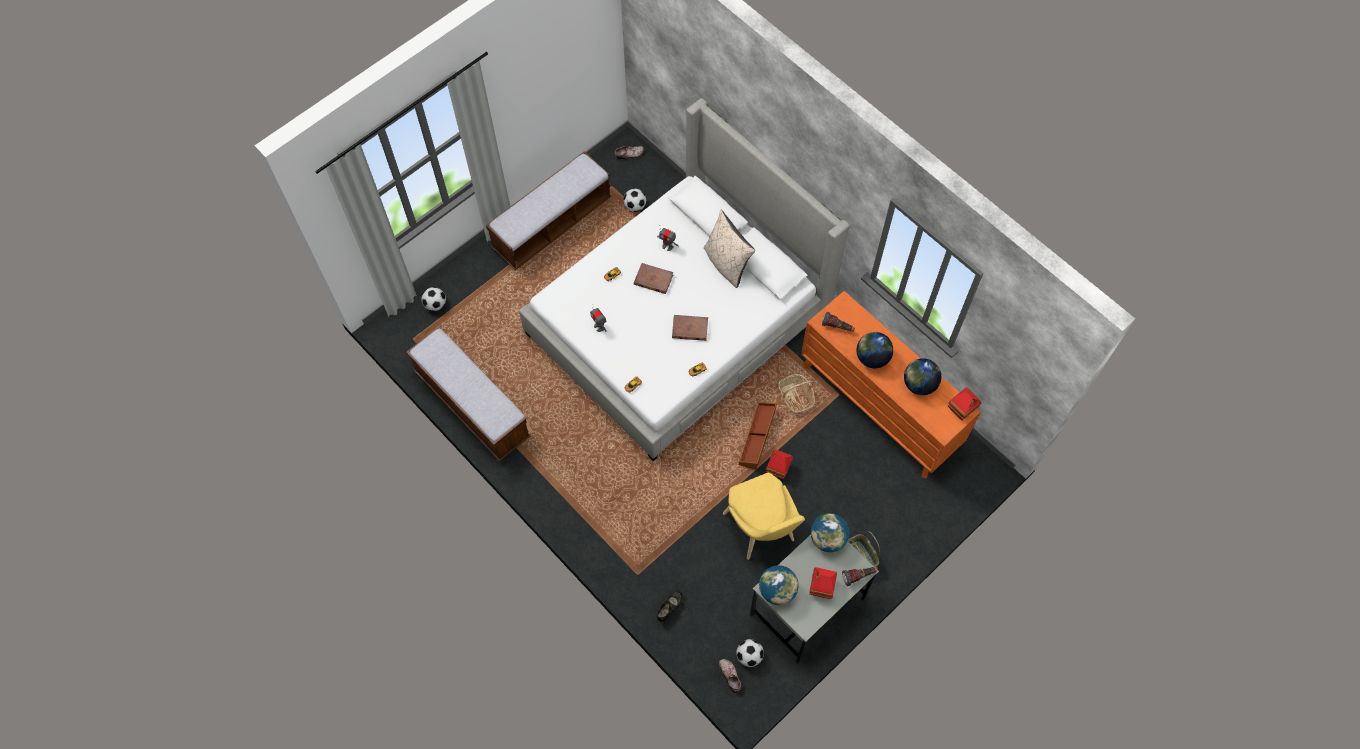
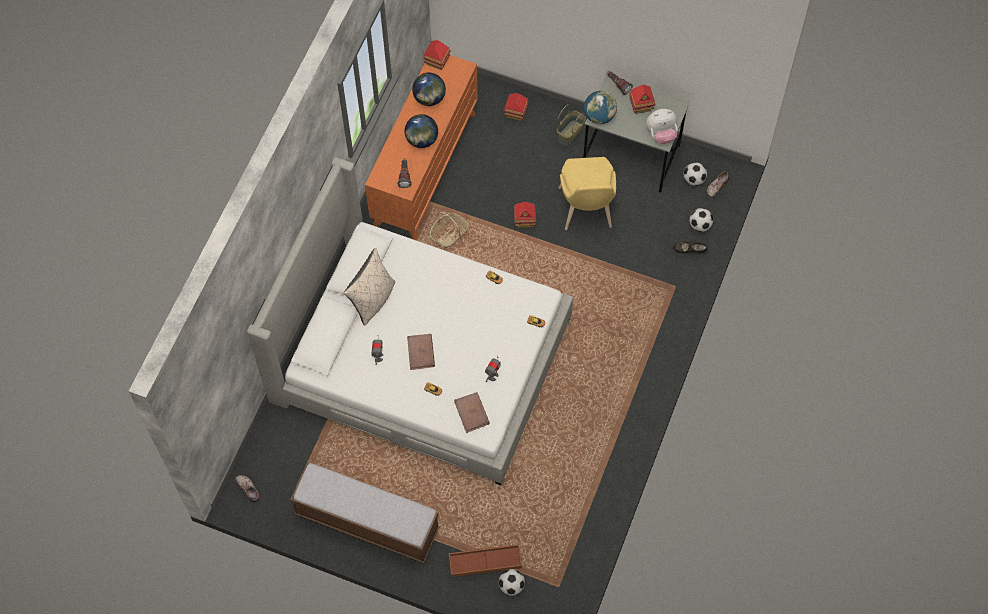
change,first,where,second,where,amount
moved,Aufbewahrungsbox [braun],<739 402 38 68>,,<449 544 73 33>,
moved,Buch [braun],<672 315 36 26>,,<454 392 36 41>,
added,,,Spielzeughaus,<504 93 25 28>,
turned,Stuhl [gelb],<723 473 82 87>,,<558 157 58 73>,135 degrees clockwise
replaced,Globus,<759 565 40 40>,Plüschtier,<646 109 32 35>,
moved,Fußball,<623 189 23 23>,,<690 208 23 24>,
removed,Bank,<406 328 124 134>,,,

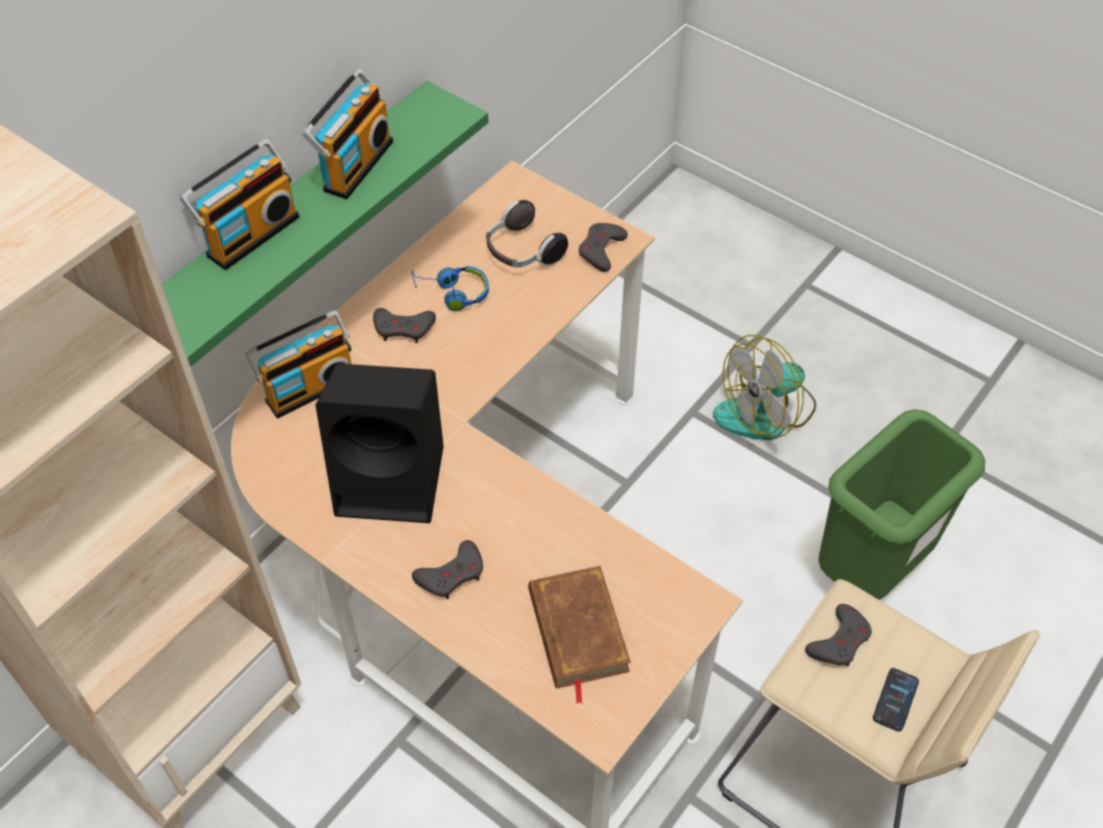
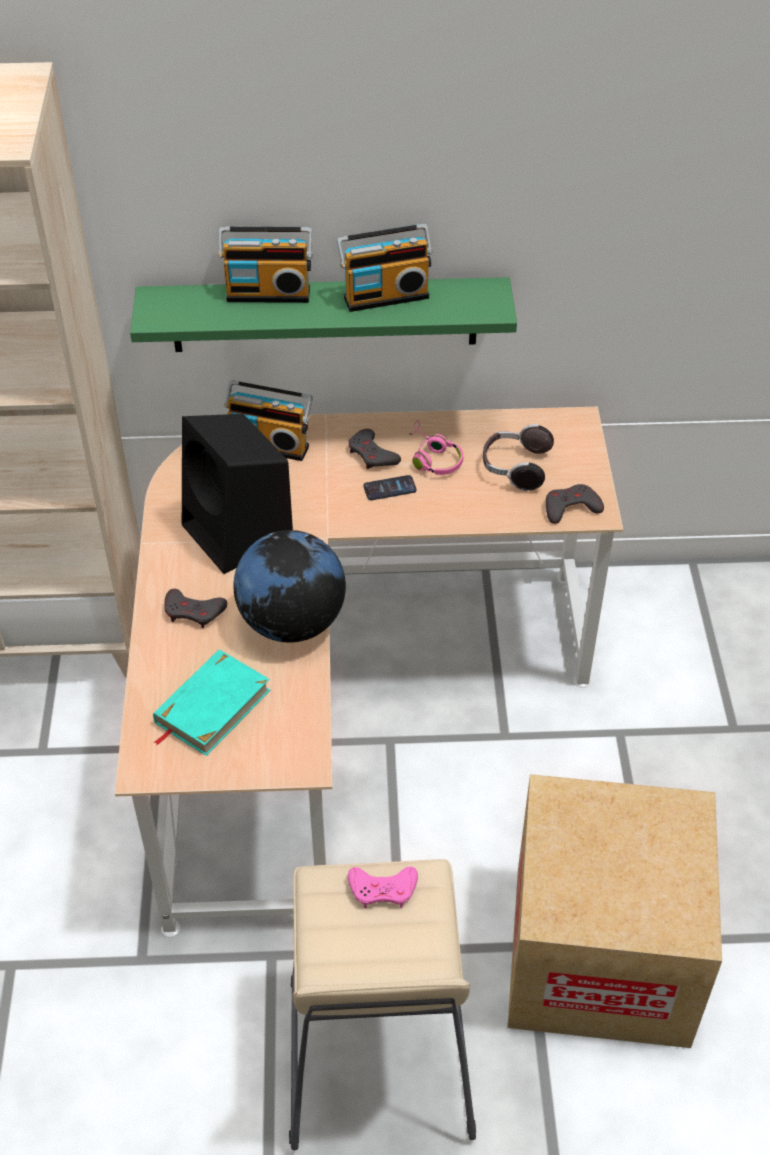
change,first,where,second,where,amount
recoloured,Buch [braun],<528 566 103 137>,Buch [türkis],<153 649 117 107>,
added,,,Globus,<233 530 113 112>,
recoloured,Gamepad [grau],<805 604 67 62>,Gamepad [rosa],<348 867 70 41>,
moved,Handy,<873 668 46 64>,,<363 475 53 25>,
recoloured,Kopfhörer [blau],<412 266 77 45>,Kopfhörer [rosa],<409 420 54 55>,
replaced,Mülleimer [grün],<818 409 167 191>,Karton,<508 774 214 274>,
removed,Ventilator,<713 335 103 105>,,,

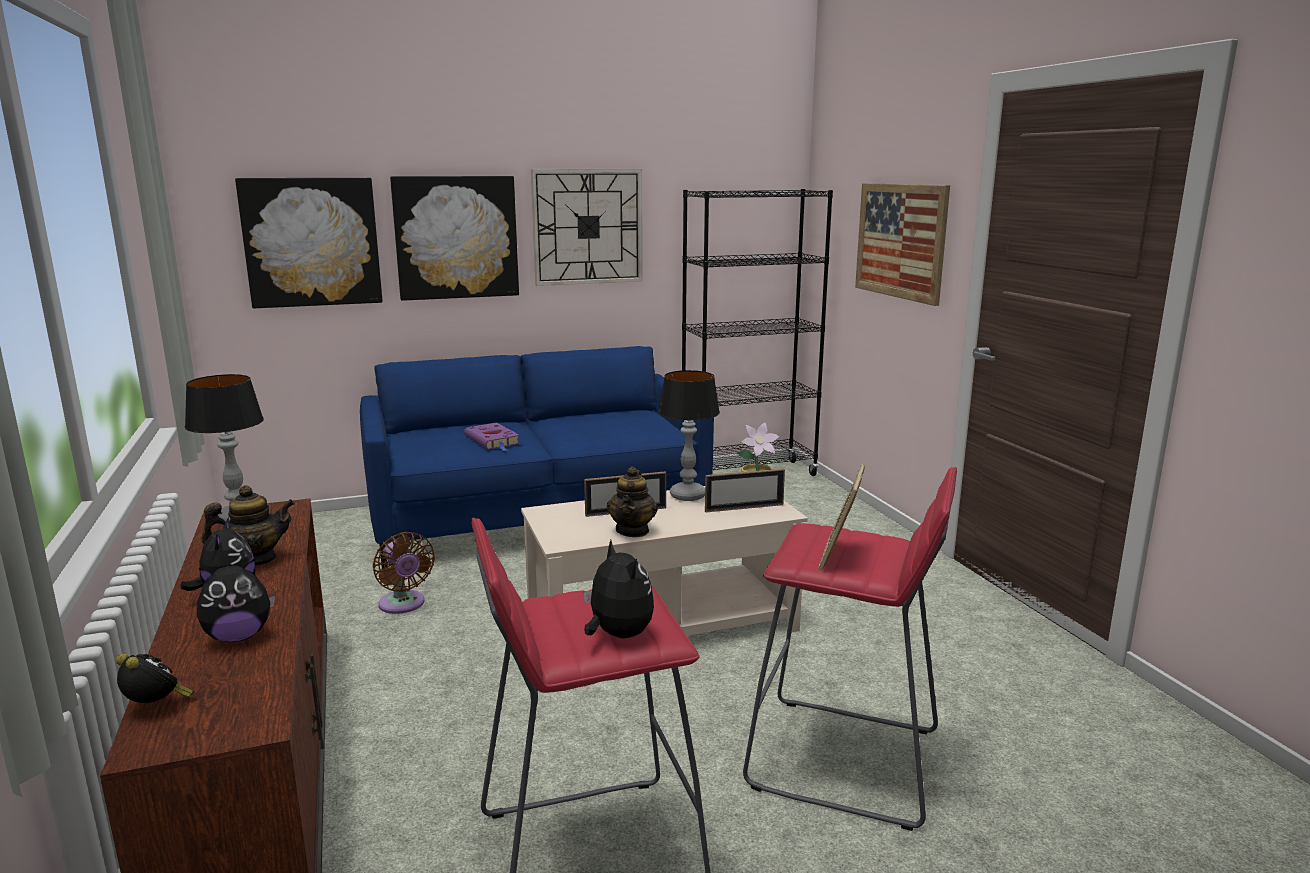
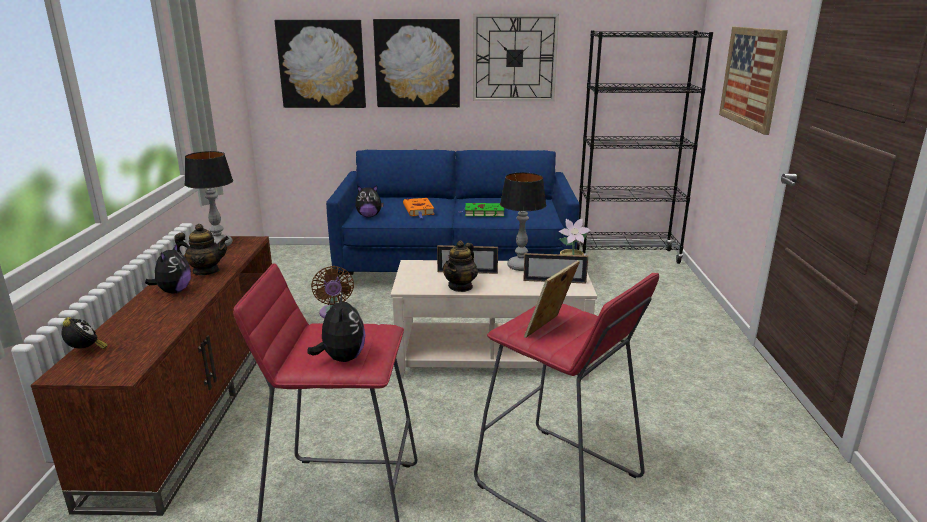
change,first,where,second,where,amount
moved,Plüschtier,<197 559 78 83>,,<355 185 29 32>,
recoloured,Buch [lila],<464 423 56 28>,Buch [orange],<403 198 32 20>,
added,,,Buch [grün],<458 203 46 14>,

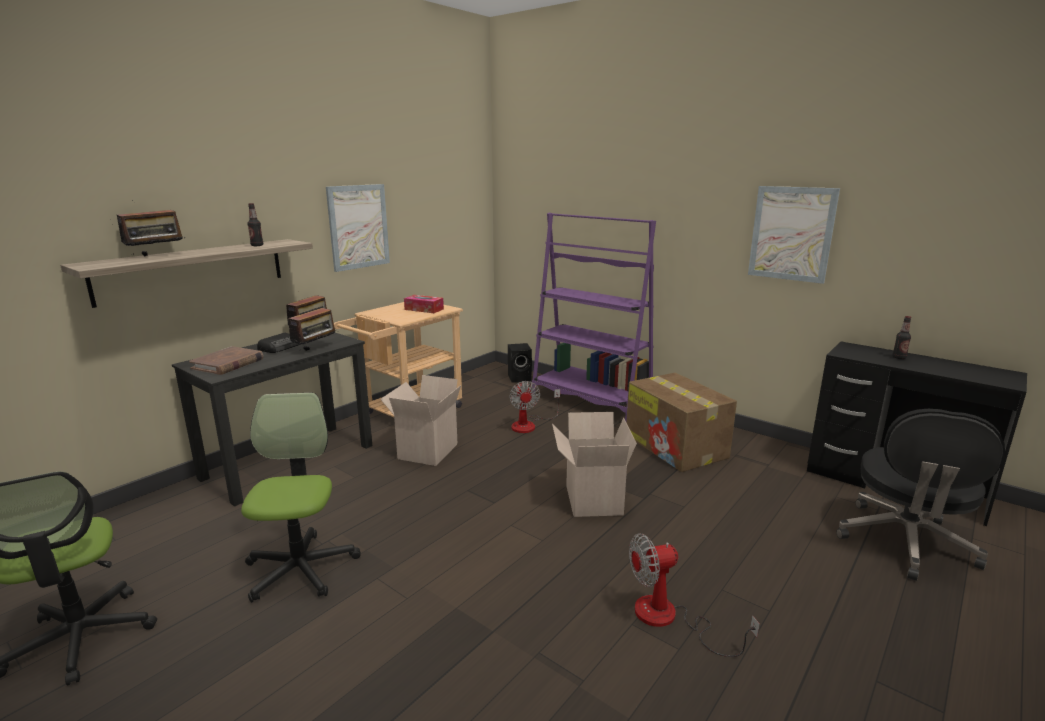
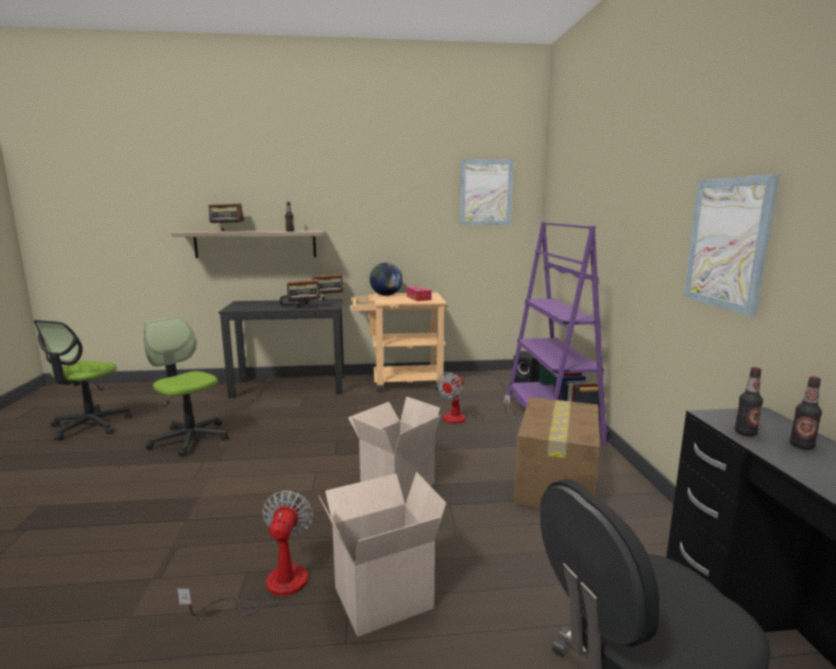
change,first,where,second,where,amount
turned,Bürostuhl,<241 393 120 210>,,<144 316 84 141>,90 degrees counterclockwise
turned,Ventilator,<629 533 131 124>,,<177 491 136 125>,60 degrees clockwise
moved,Karton,<380 375 81 91>,,<319 472 128 165>,
added,,,Globus,<370 263 33 33>,
moved,Bild,<326 184 64 88>,,<460 159 53 66>,
added,,,Flasche,<734 367 29 69>,
removed,Buch [braun],<189 346 74 29>,,,

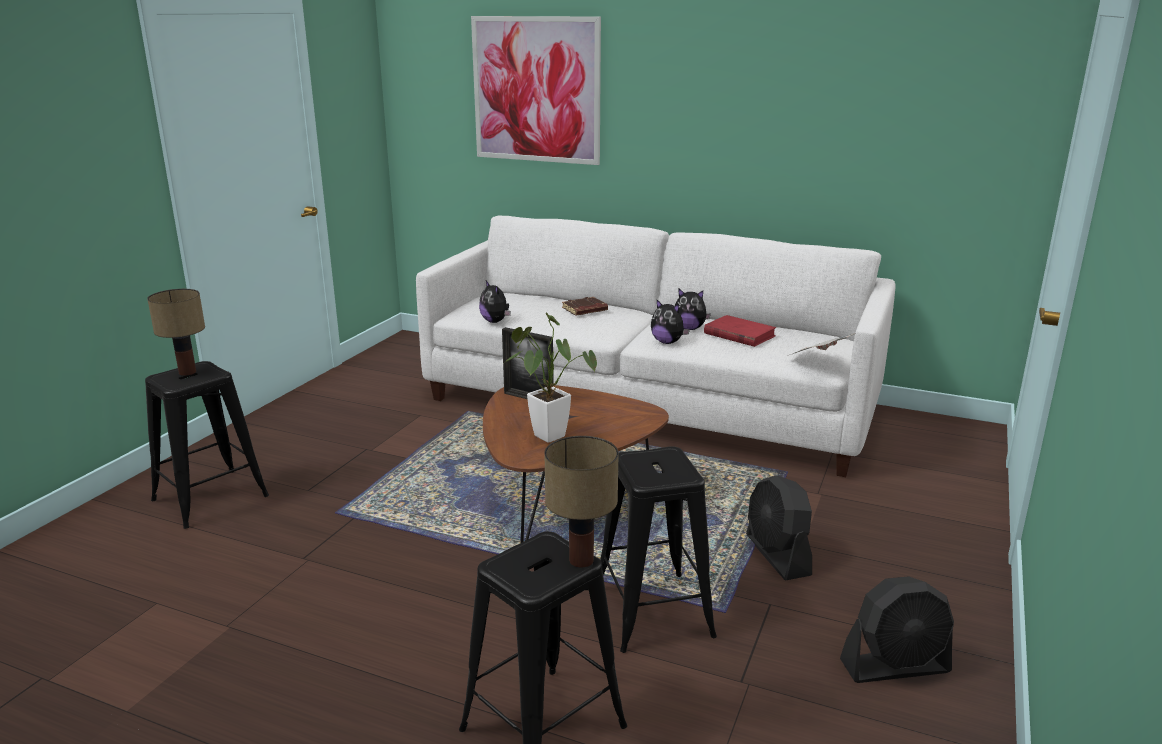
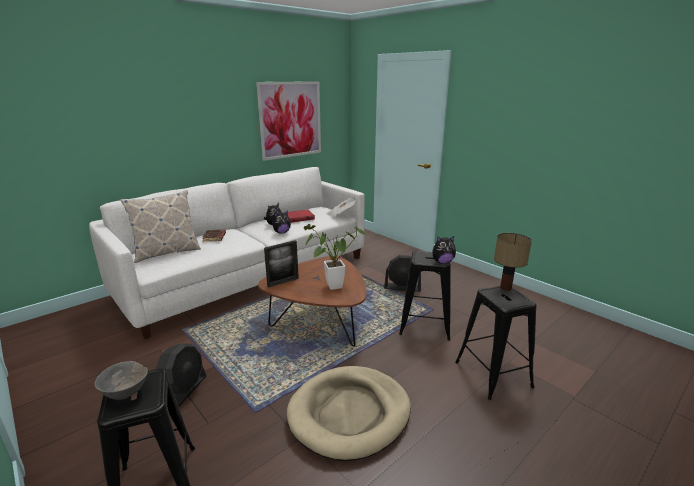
change,first,where,second,where,amount
replaced,Tischlampe,<147 289 58 87>,Schüssel [grau],<95 361 53 39>,
added,,,Kissen,<120 191 81 72>,
moved,Ventilator [schwarz],<840 576 114 107>,,<156 343 50 63>,
moved,Bild,<471 16 130 149>,,<256 81 65 80>,
added,,,Hundebett [beige],<287 366 124 95>,
moved,Plüschtier,<479 281 32 42>,,<432 236 24 28>,

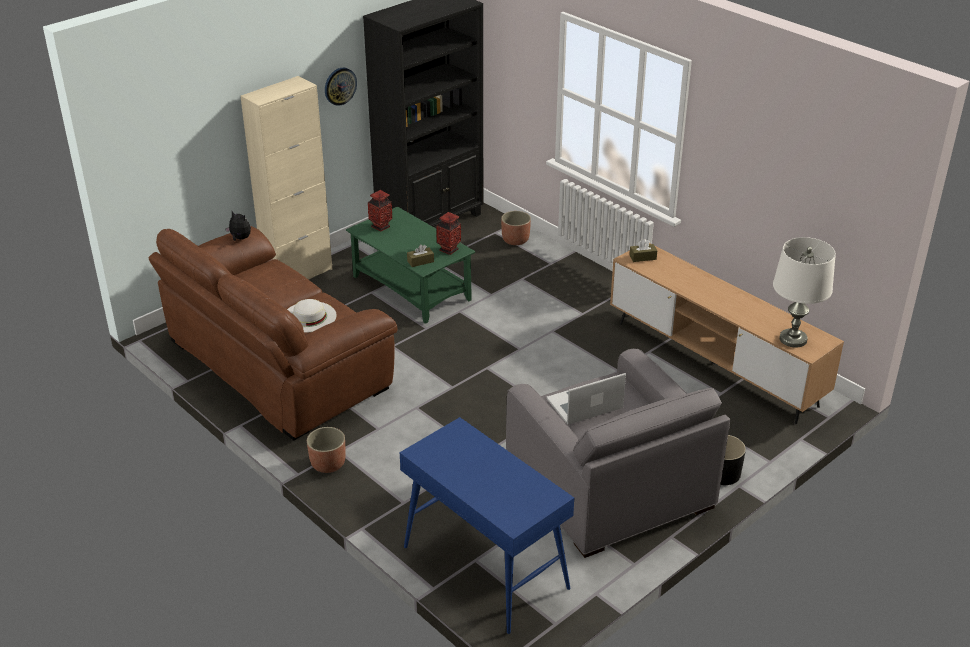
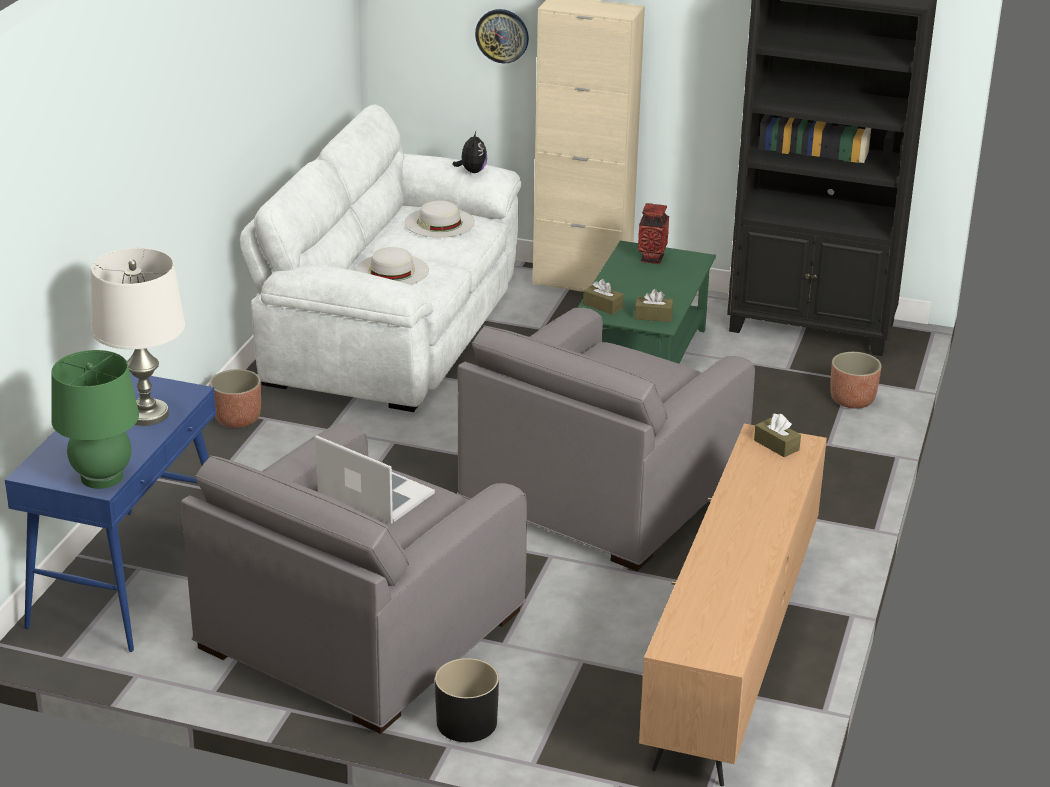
change,first,where,second,where,amount
added,,,Tischlampe [grün],<51 350 88 139>,
moved,Tischlampe [weiß],<773 237 63 111>,,<91 248 94 178>,
recoloured,Sofa [braun],<148 226 250 215>,Sofa [weiß],<240 105 281 307>,
added,,,Hut [weiß],<405 200 70 38>,
added,,,Sessel [grau],<457 308 298 263>,
moved,Wanduhr,<325 68 32 38>,,<475 9 54 55>,
replaced,Vase,<437 212 24 43>,Taschentuchbox [braun],<635 289 38 33>,

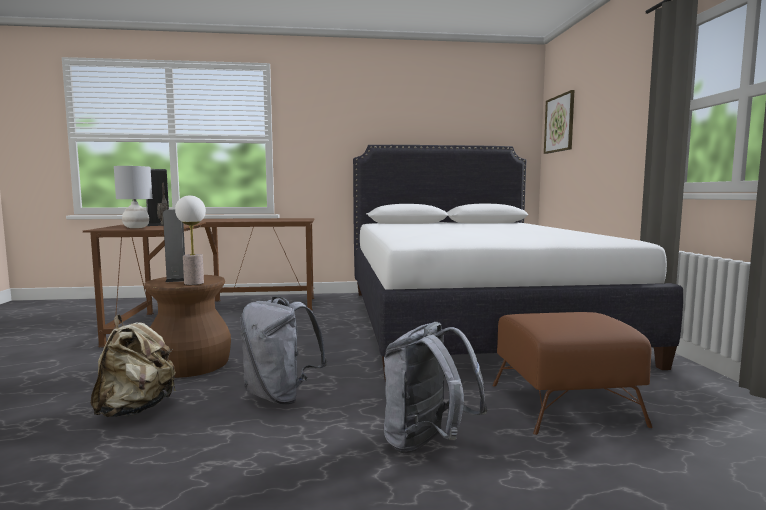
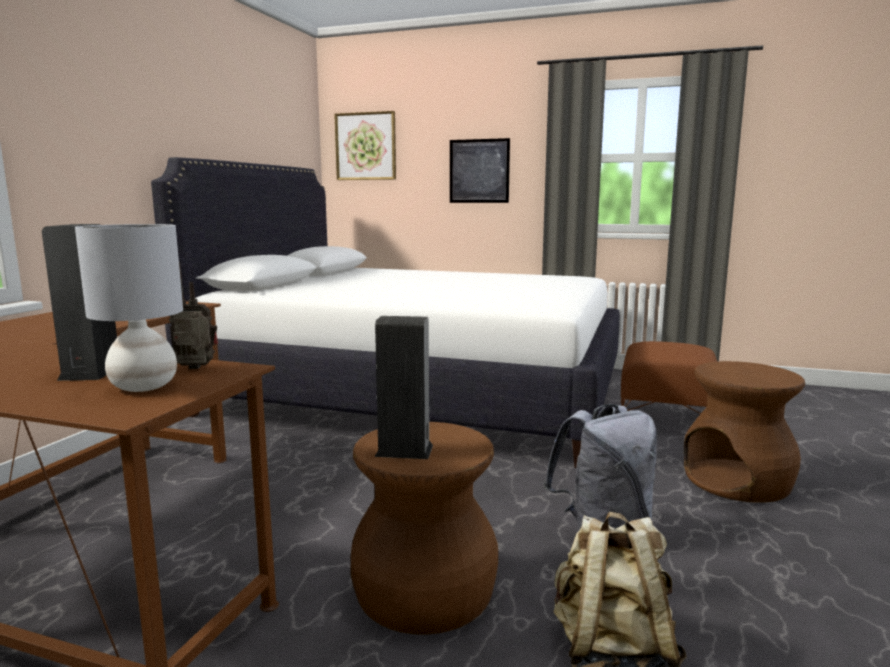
change,first,where,second,where,amount
added,,,Bild,<450 138 60 65>,
replaced,Rucksack [grau],<384 322 104 131>,Hocker [braun],<684 361 121 142>,
removed,Tischlampe,<175 195 31 90>,,,

